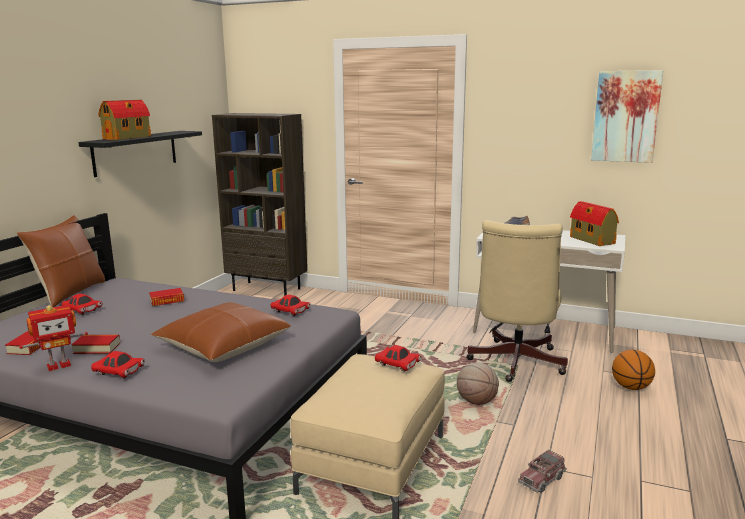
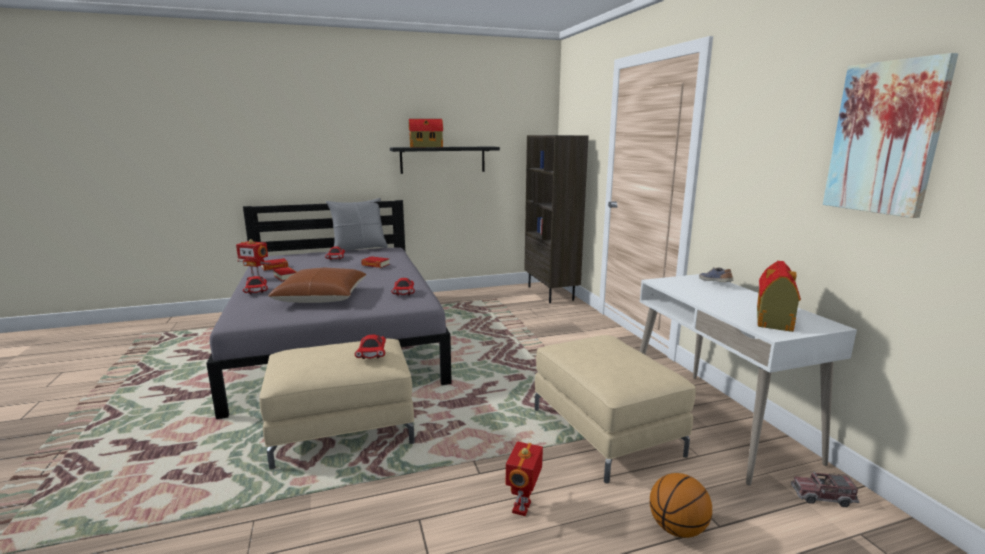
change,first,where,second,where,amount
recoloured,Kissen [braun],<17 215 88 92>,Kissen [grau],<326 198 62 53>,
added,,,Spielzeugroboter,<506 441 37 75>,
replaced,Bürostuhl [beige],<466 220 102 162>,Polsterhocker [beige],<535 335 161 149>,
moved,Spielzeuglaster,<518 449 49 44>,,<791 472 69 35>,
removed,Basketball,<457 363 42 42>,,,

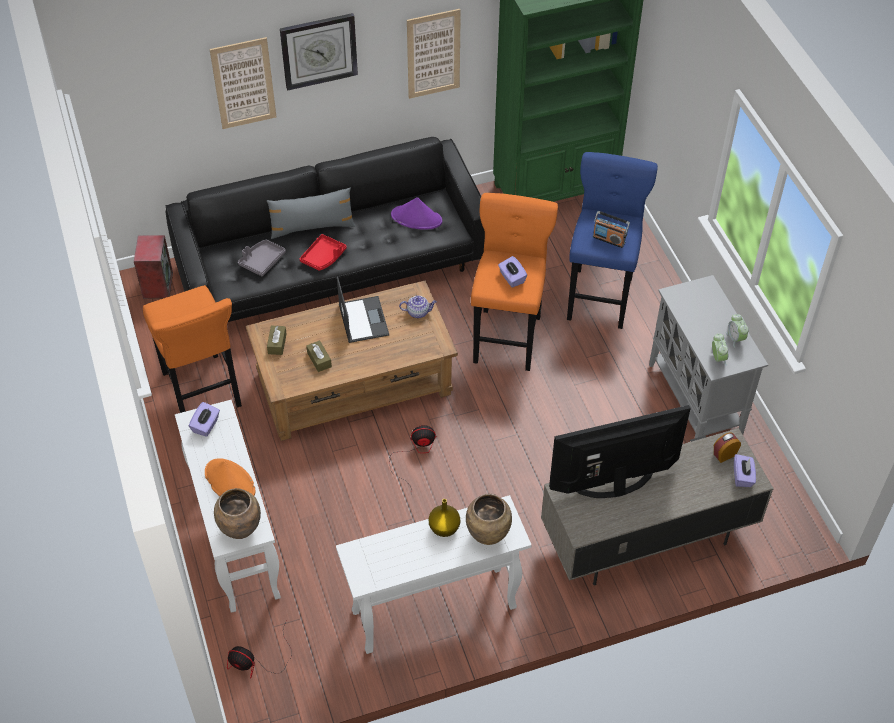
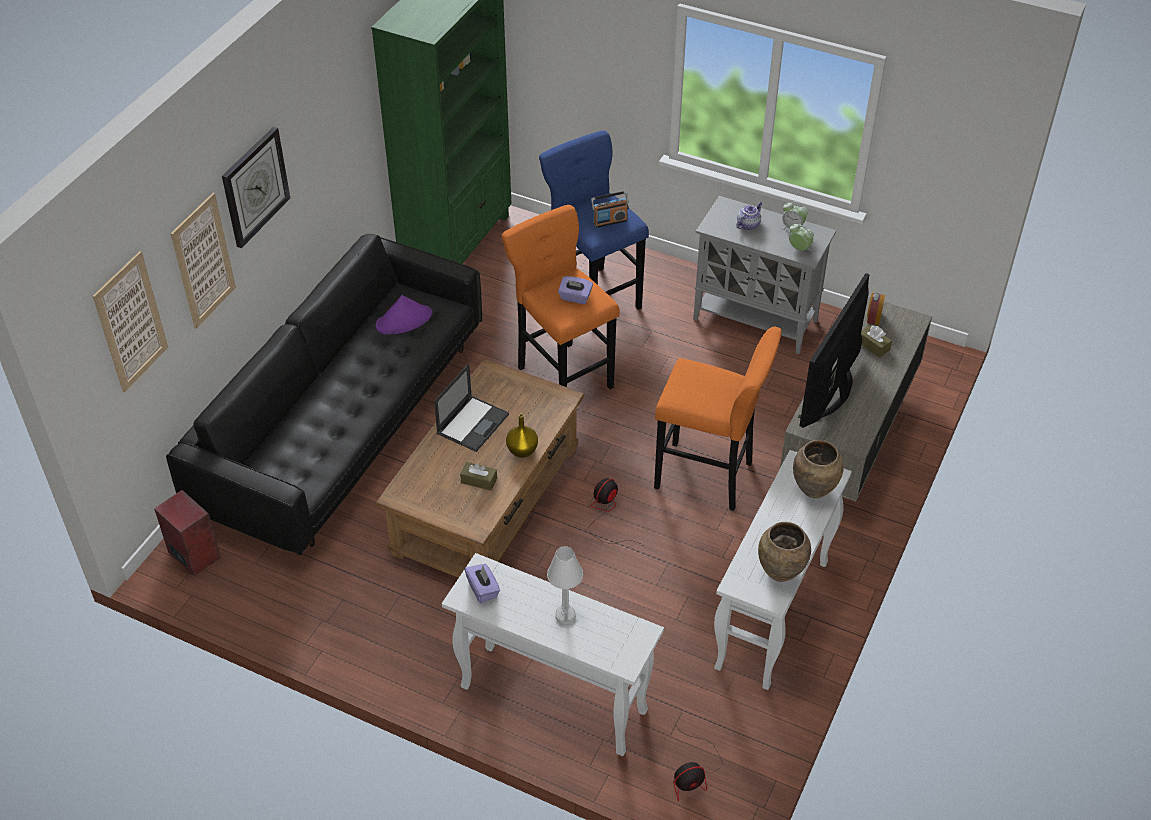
change,first,where,second,where,amount
moved,Bild,<407 9 54 90>,,<93 251 75 141>,
turned,Laptop,<337 276 52 67>,,<434 364 75 88>,90 degrees clockwise
moved,Vase [gelb],<429 499 31 38>,,<506 414 32 44>,
replaced,Hut [orange],<205 458 50 38>,Tischlampe [weiß],<547 546 36 78>,
moved,Hocker [orange],<143 285 99 128>,,<654 327 128 184>,
moved,Teekanne,<399 295 38 23>,,<736 202 27 28>,
moved,Vase [braun],<214 488 47 51>,,<758 522 53 60>,
moved,Taschentuchbox [braun],<267 325 20 30>,,<861 325 31 32>,
removed,Tablett [grau],<238 239 48 37>,,,
removed,Kissen [grau],<267 188 88 51>,,,
removed,Tablett [rot],<300 234 47 37>,,,
removed,Taschentuchbox [lila],<734 454 22 33>,,,

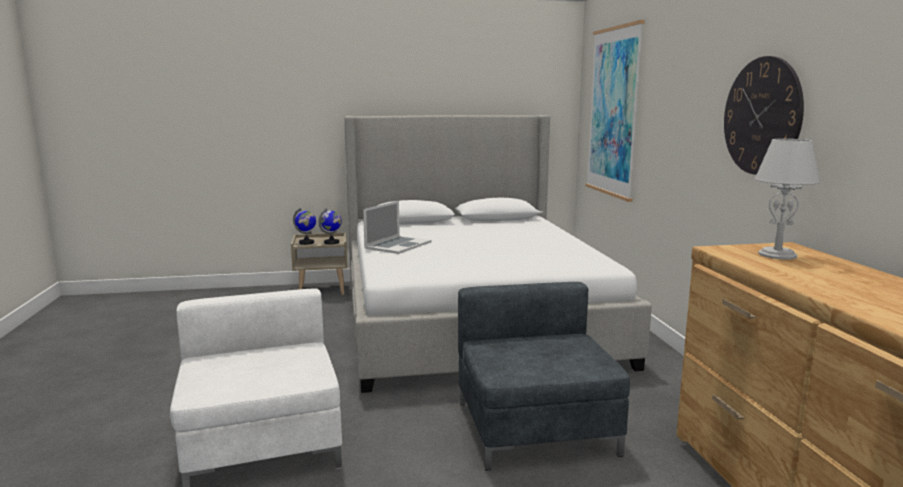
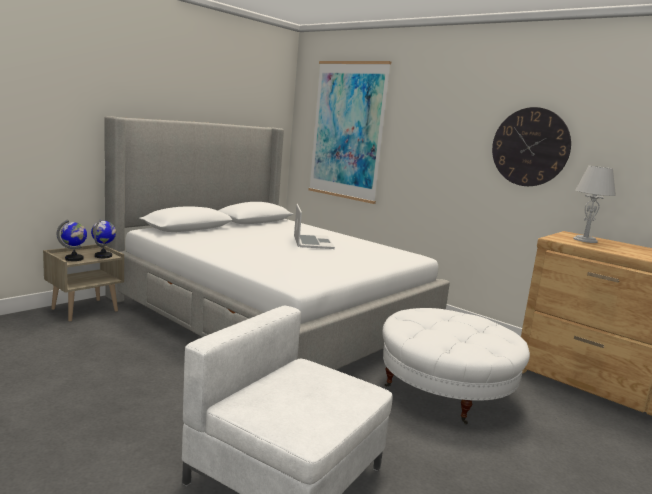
change,first,where,second,where,amount
moved,Laptop,<363 201 69 53>,,<294 204 41 45>,
replaced,Sessel [grau],<458 282 172 189>,Polsterhocker [weiß],<382 308 148 116>,

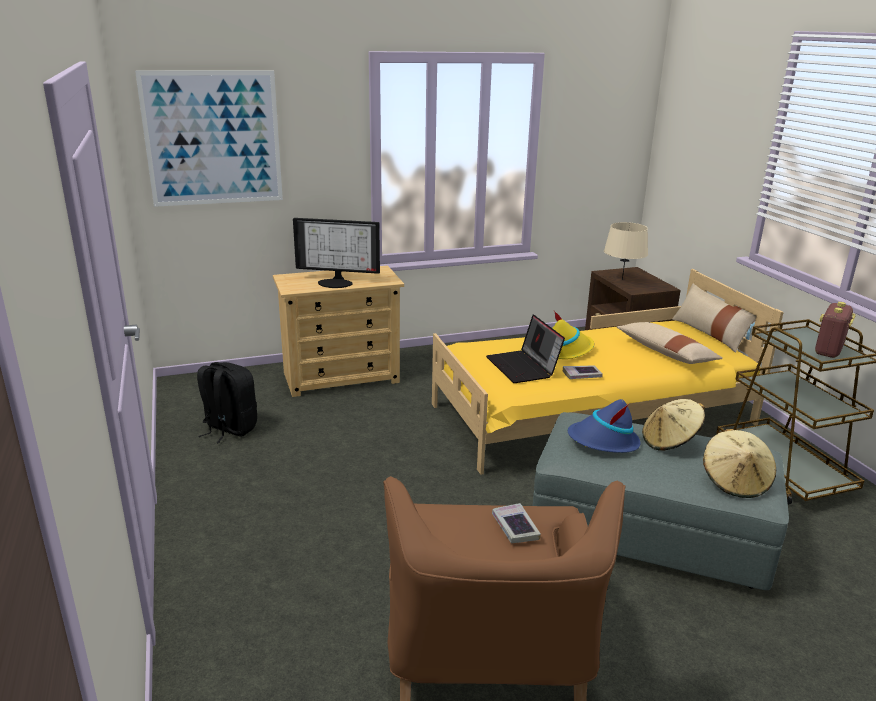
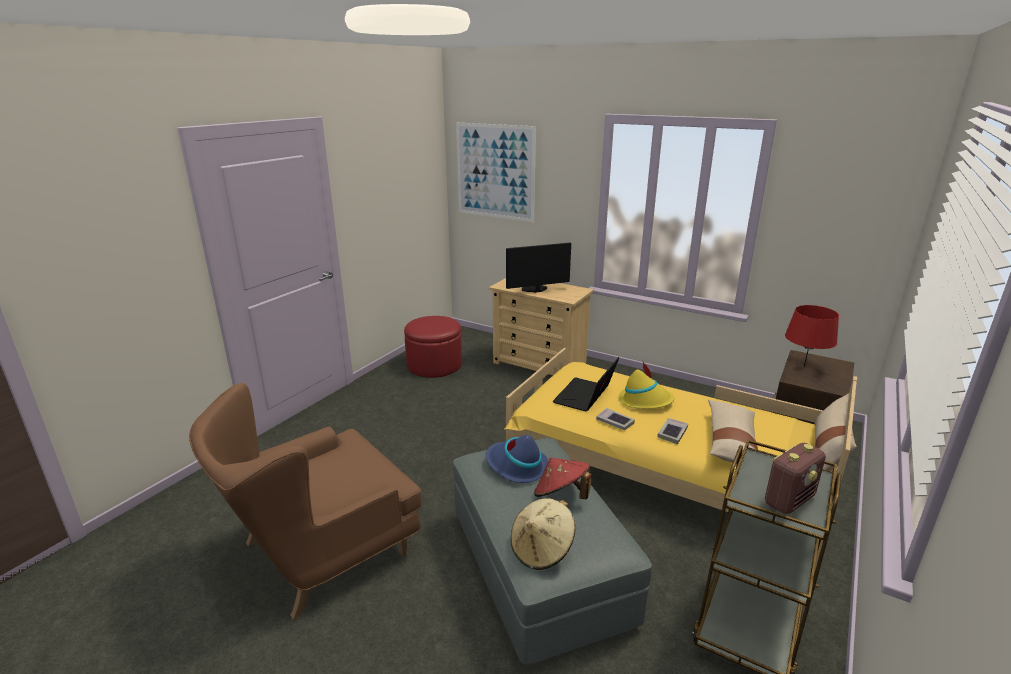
change,first,where,second,where,amount
replaced,Rucksack [schwarz],<197 362 60 82>,Polsterhocker [rot],<404 316 58 62>,
turned,Monitor,<293 218 87 70>,,<506 243 65 50>,105 degrees clockwise
recoloured,Hut [beige],<642 399 63 52>,Hut [rot],<534 457 57 42>,
moved,Buch,<492 503 49 40>,,<657 418 31 26>,
turned,Radio,<815 302 41 56>,,<765 443 61 71>,150 degrees clockwise
recoloured,Tischlampe [beige],<604 222 44 58>,Tischlampe [rot],<785 305 54 62>,

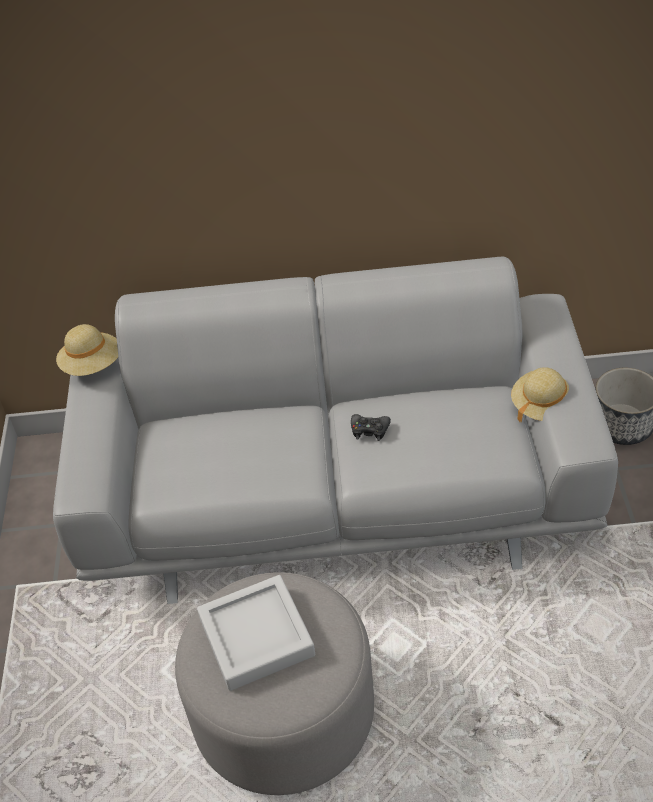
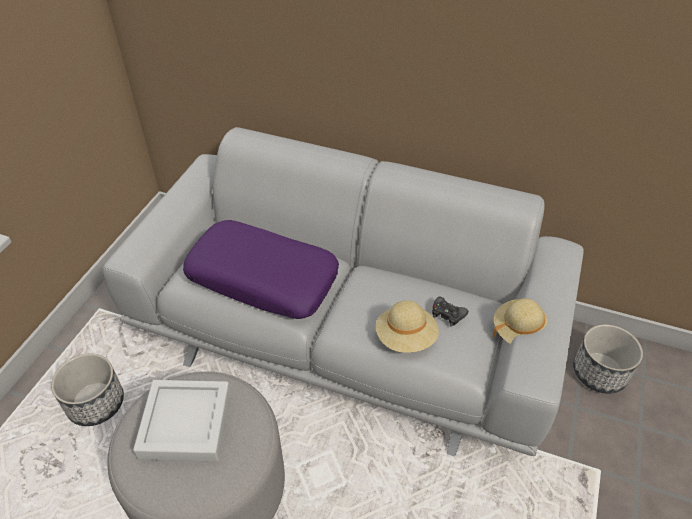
change,first,where,second,where,amount
added,,,Pflanzkübel,<51 354 73 72>,
added,,,Kissen [lila],<183 220 156 99>,
moved,Hut [beige],<56 324 62 52>,,<376 300 63 53>,
moved,Gamepad [schwarz],<351 414 40 27>,,<432 296 37 31>,

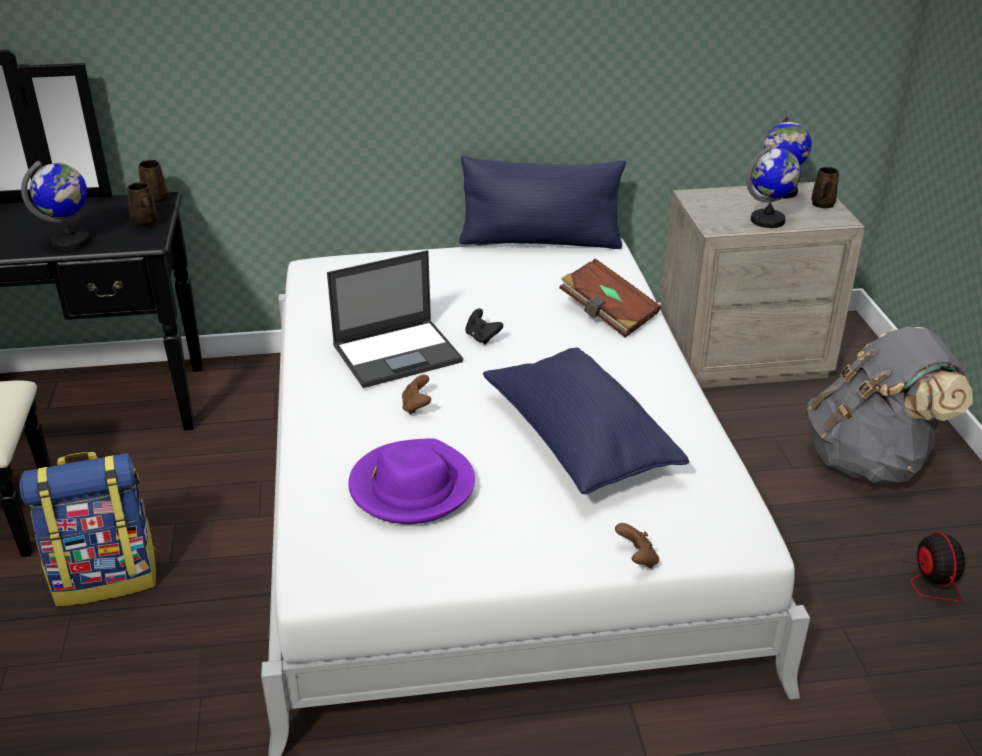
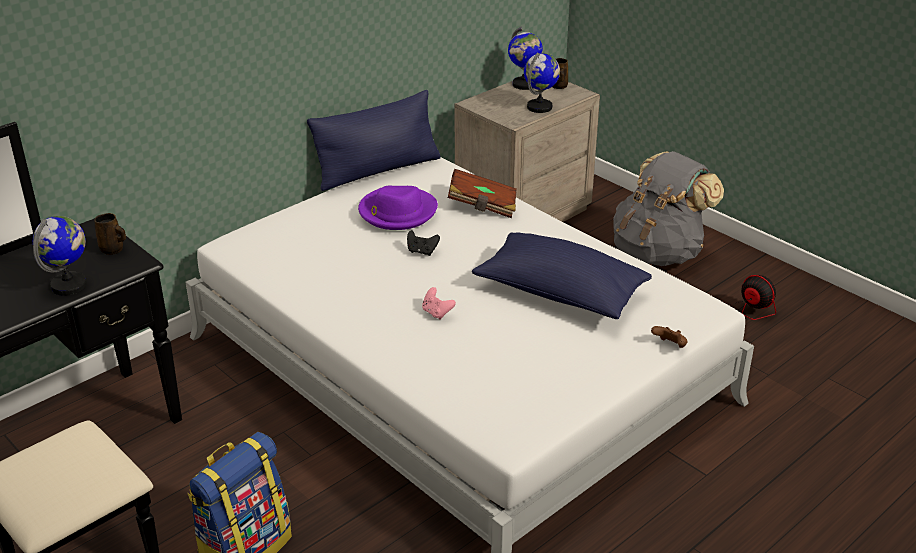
change,first,where,second,where,amount
moved,Hut [lila],<348 438 127 86>,,<358 186 80 44>,
recoloured,Gamepad [braun],<402 375 29 40>,Gamepad [rosa],<422 287 34 33>,
removed,Henkelbecher [braun],<138 160 30 44>,,,
removed,Laptop,<327 250 136 138>,,,

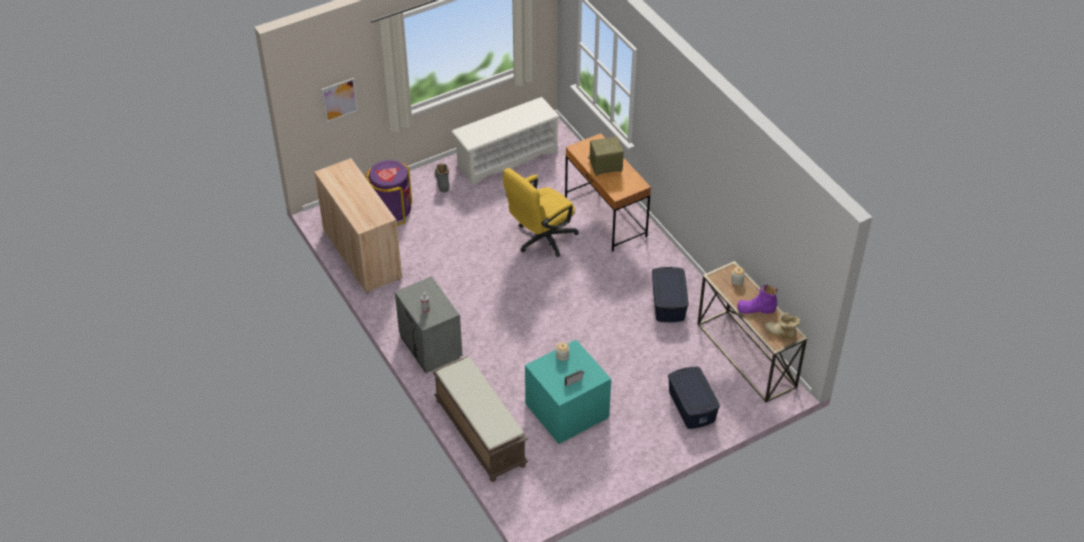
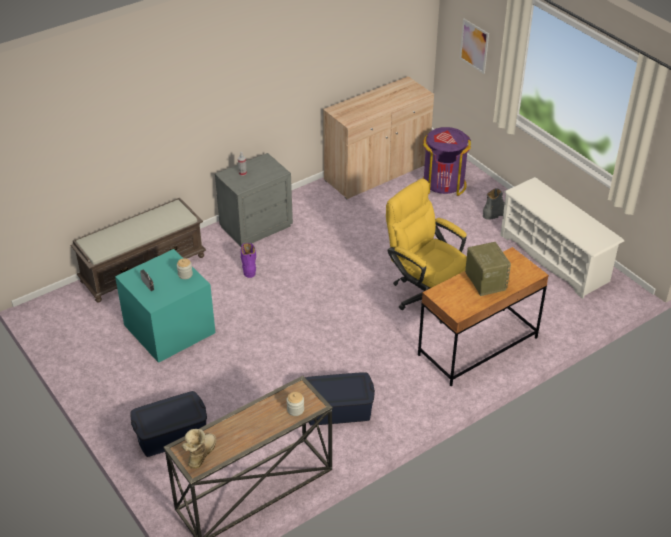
change,first,where,second,where,amount
moved,Stiefel [lila],<737 284 41 30>,,<241 243 15 35>,

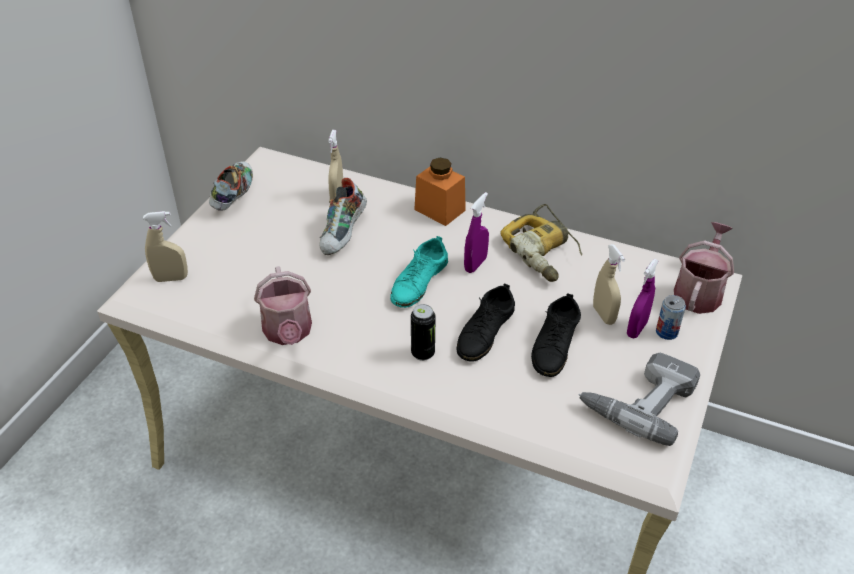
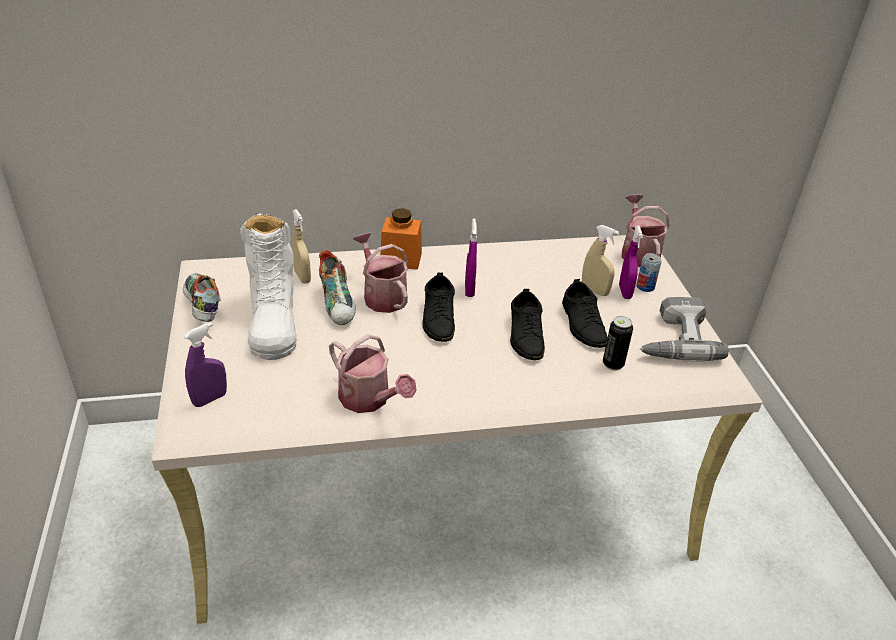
change,first,where,second,where,amount
recoloured,Sprühflasche [beige],<143 211 45 71>,Sprühflasche [lila],<184 322 43 85>,
added,,,Stiefel [weiß],<240 213 57 147>,
added,,,Gießkanne,<353 233 55 80>,
recoloured,Schuh [türkis],<390 236 58 72>,Schuh [schwarz],<422 273 33 69>,
moved,Dose,<411 304 25 57>,,<603 316 30 55>,
removed,Bohrmaschine,<500 204 82 78>,,,

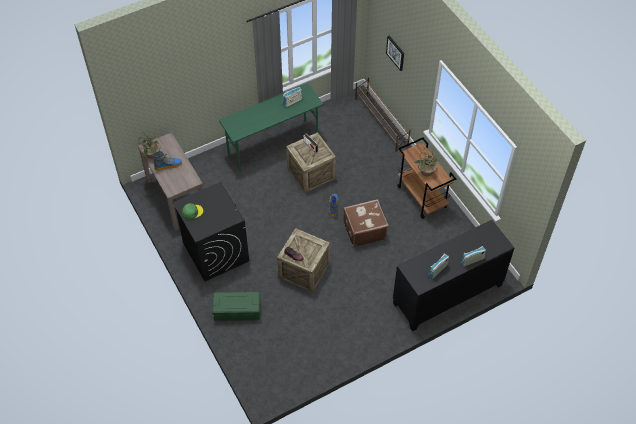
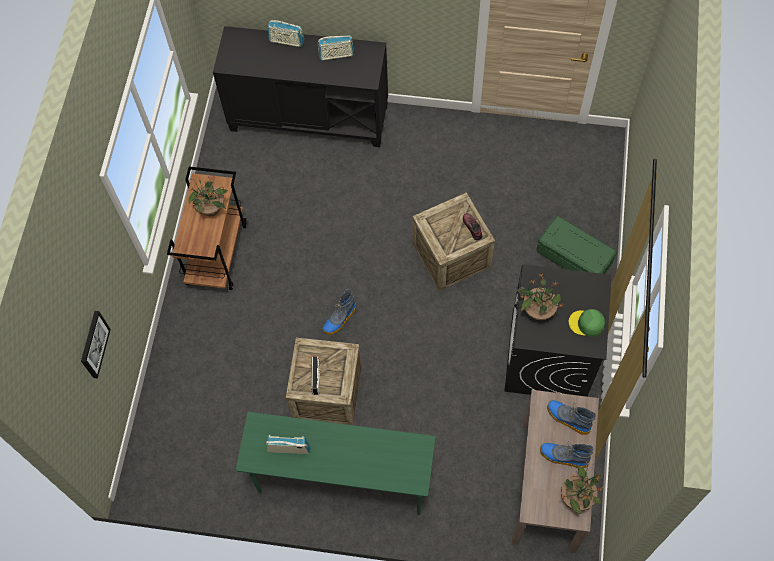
change,first,where,second,where,amount
added,,,Topfpflanze,<517 275 47 45>,
added,,,Stiefel,<547 400 49 35>,
removed,Koffer [braun],<343 199 45 48>,,,
removed,Schuhregal [braun],<355 78 56 73>,,,

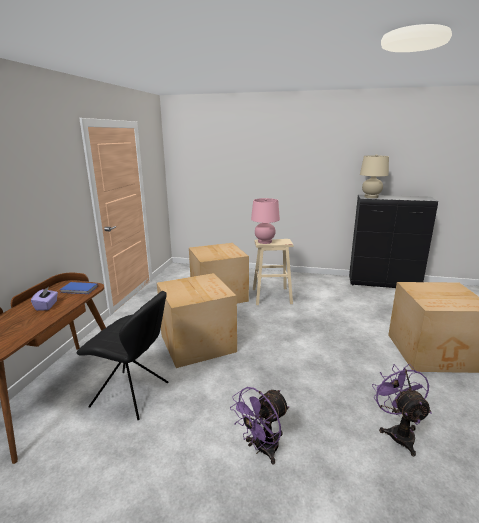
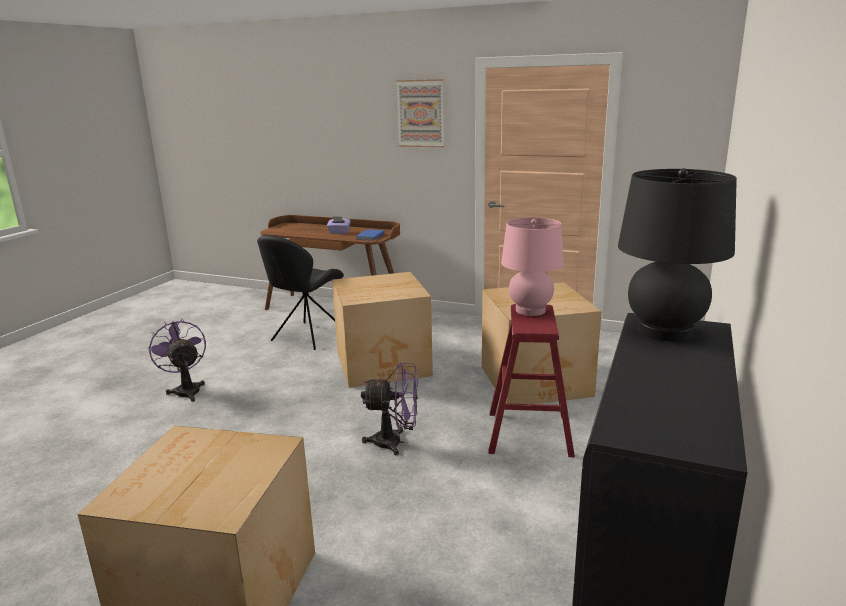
change,first,where,second,where,amount
moved,Ventilator [lila],<372 364 60 93>,,<361 362 57 93>,
added,,,Bild,<396 79 48 68>,
recoloured,Hocker [beige],<253 239 40 66>,Hocker [rot],<488 304 87 153>,
recoloured,Tischlampe [beige],<360 154 29 44>,Tischlampe [schwarz],<618 168 119 174>,

